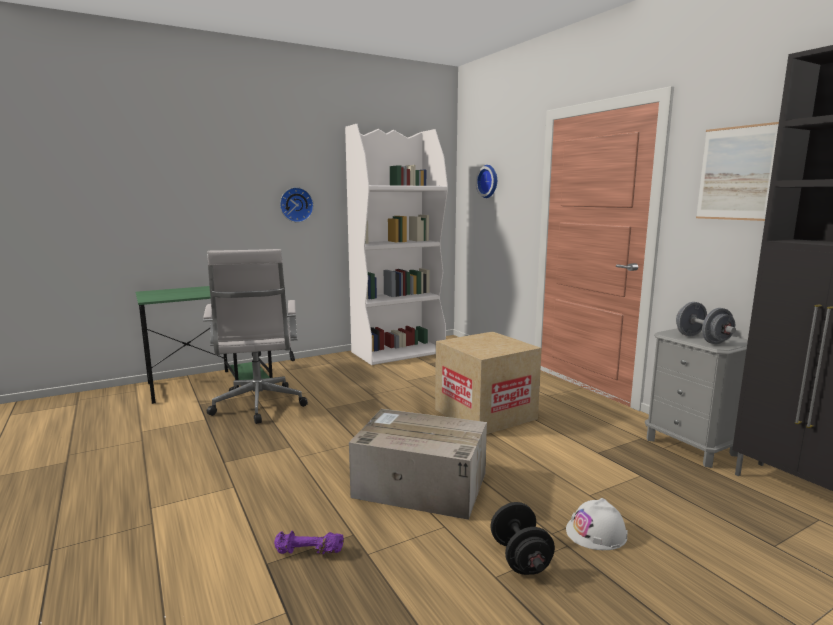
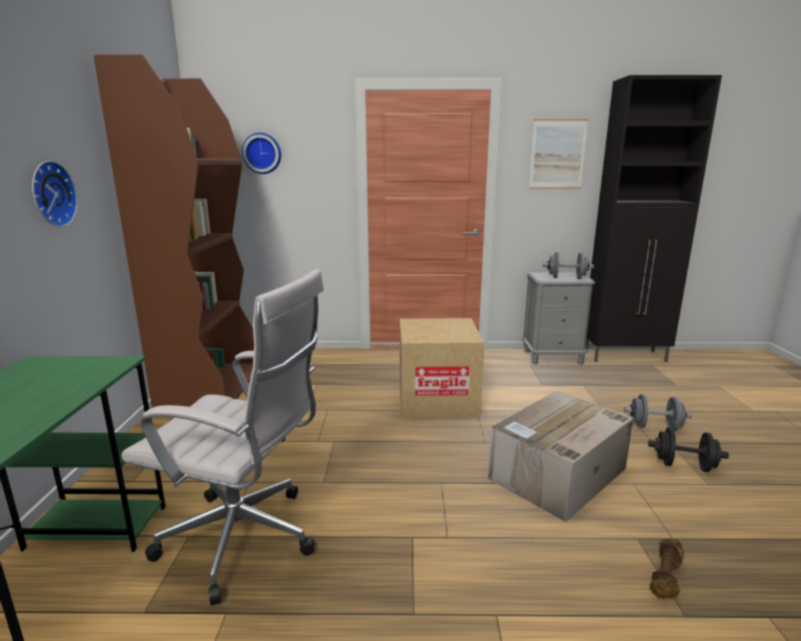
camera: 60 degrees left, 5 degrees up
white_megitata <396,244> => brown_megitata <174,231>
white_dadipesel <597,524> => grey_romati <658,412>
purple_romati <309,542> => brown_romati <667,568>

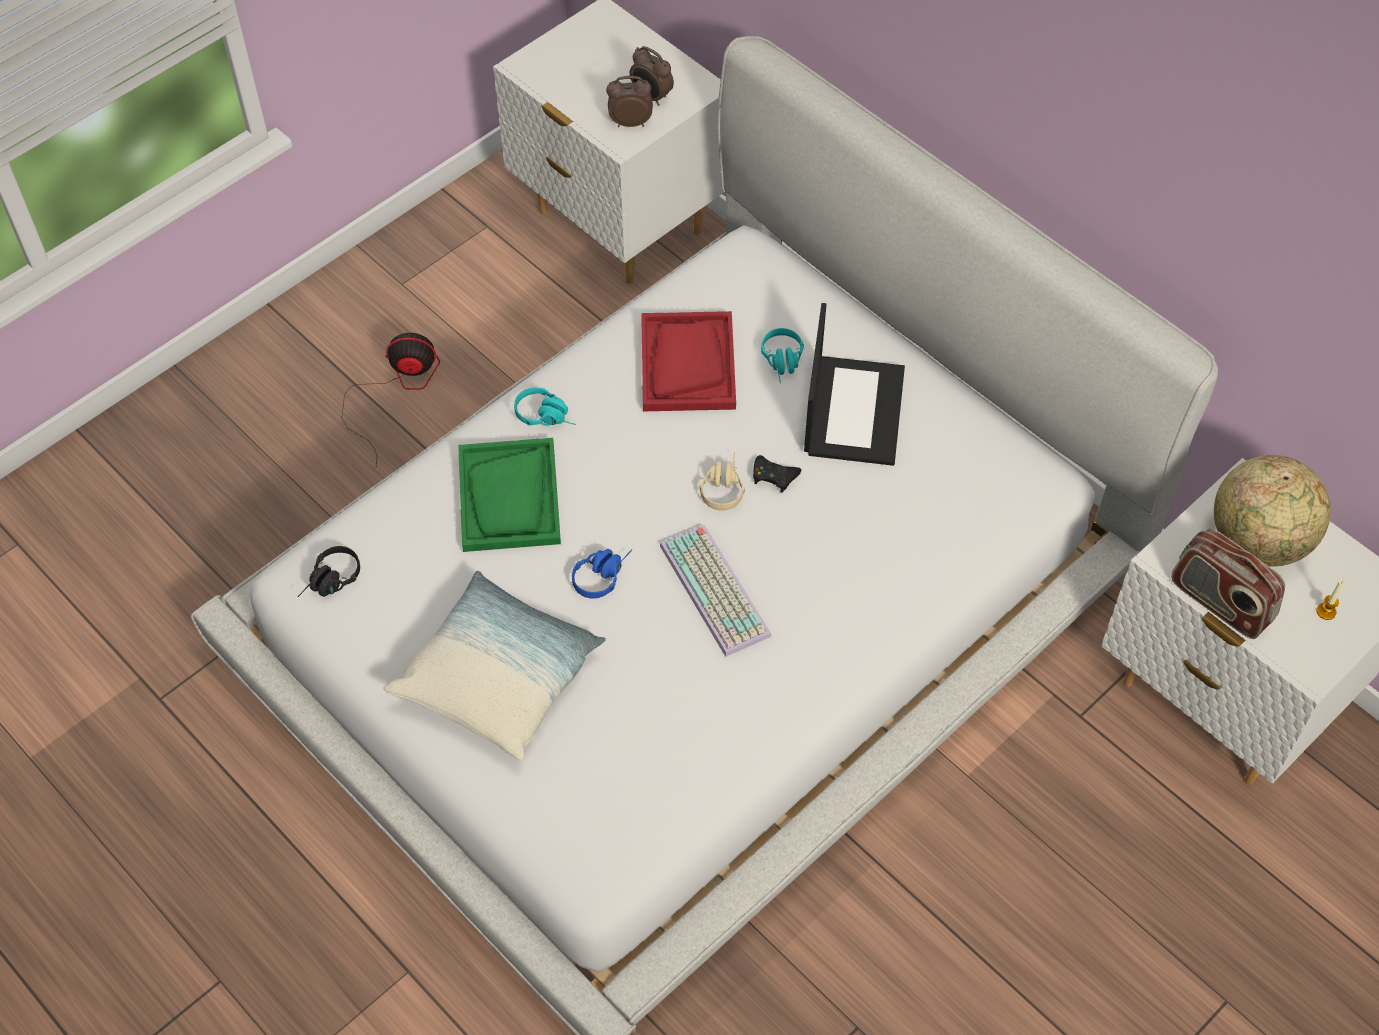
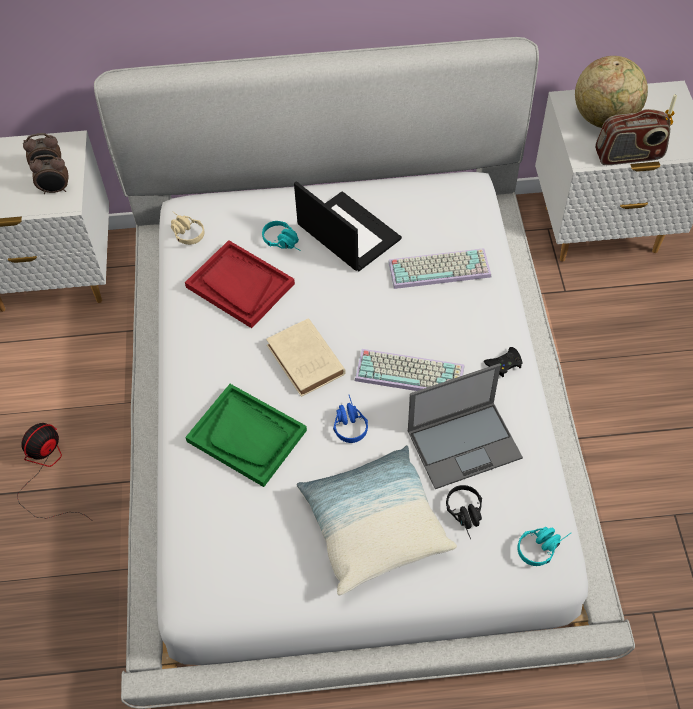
camera: 50 degrees left, 0 degrees up
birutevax <629,101> => birutevax <48,174>, 135 degrees counterclockwise
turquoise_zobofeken <545,407> => turquoise_zobofeken <544,546>, moved
beige_zobofeken <722,481> => beige_zobofeken <187,228>, moved
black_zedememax <777,474> => black_zedememax <503,362>, moved
black_zobofeken <329,571> => black_zobofeken <464,512>, moved
nothing => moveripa <439,268>
nothing => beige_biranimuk <306,358>
nothing => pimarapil <465,426>

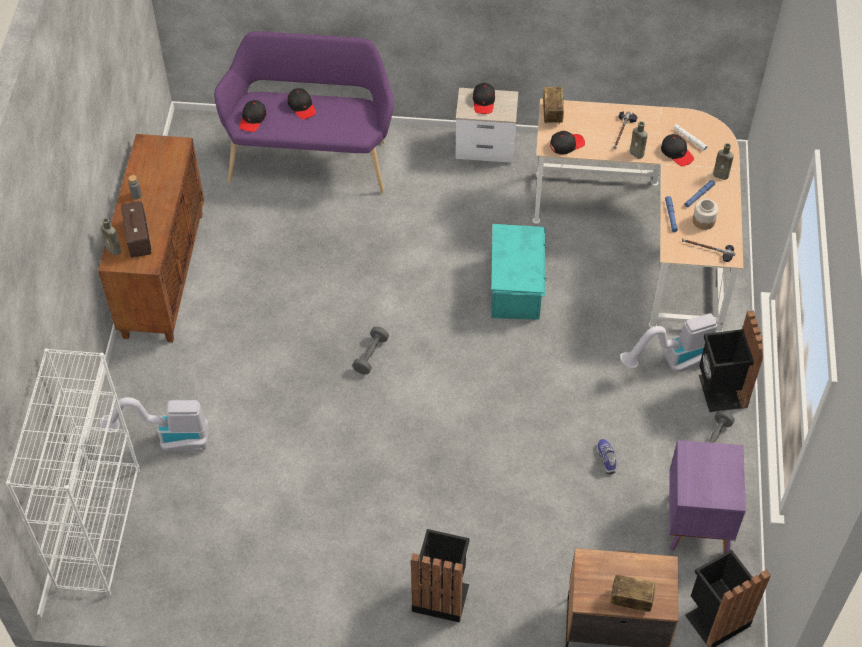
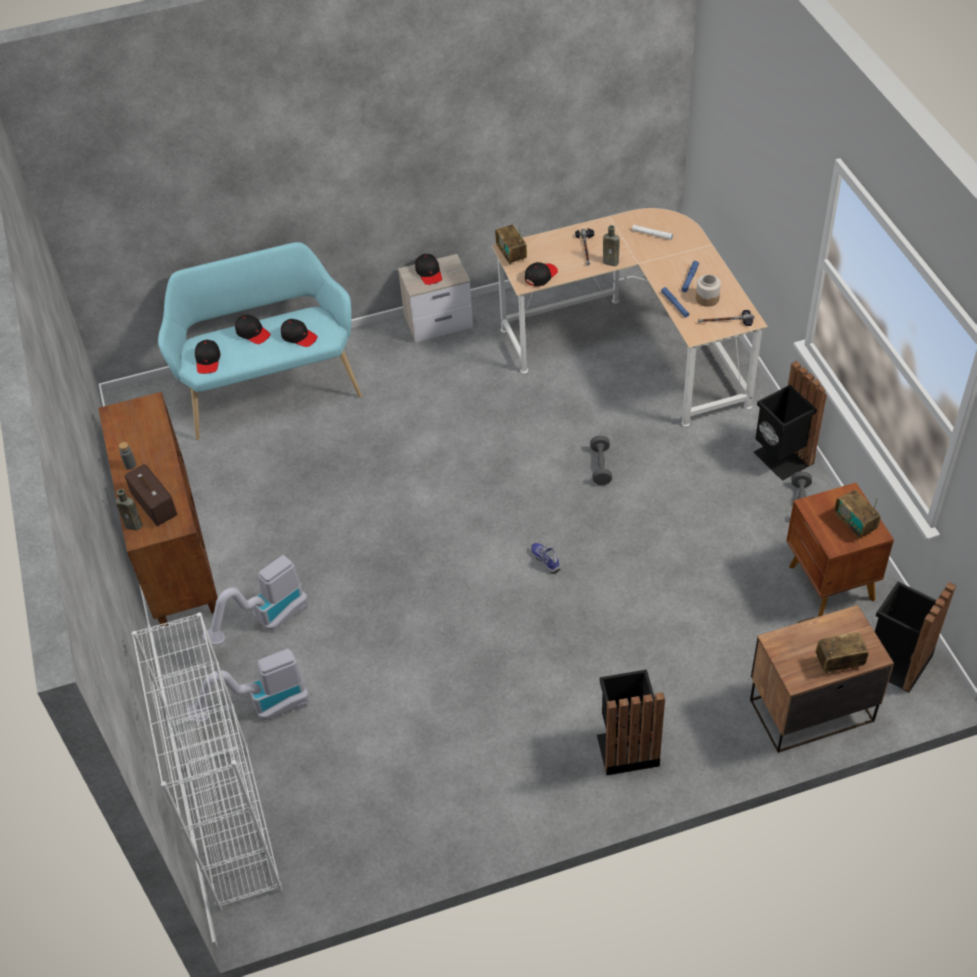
camera: 20 degrees left, 5 degrees down
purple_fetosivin <304,112> => turquoise_fetosivin <260,341>
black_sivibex <677,150> => black_sivibex <299,333>, moved
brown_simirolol <723,161> => nothing
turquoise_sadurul <518,272> => nothing
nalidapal <668,342> => nalidapal <255,600>, moved
grey_romati <370,351> => grey_romati <601,460>, moved
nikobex <607,456> => nikobex <545,558>, moved
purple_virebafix <707,496> => brown_virebafix <840,550>
nothing => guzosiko <857,514>

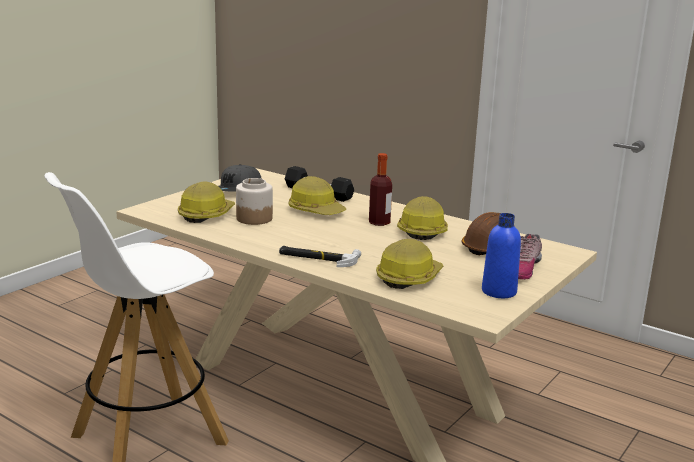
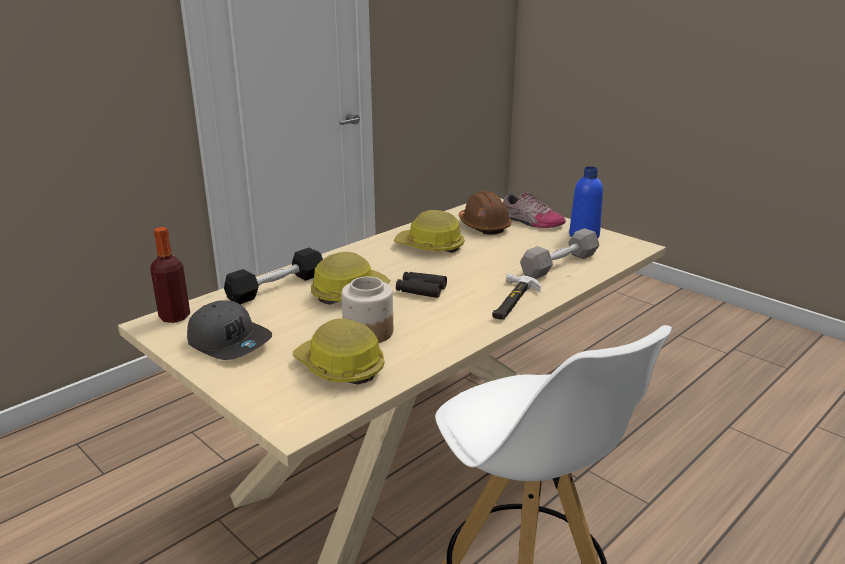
camera: 80 degrees left, 5 degrees up
simirolol <380,189> => simirolol <170,275>, moved
dadipesel <409,264> => grey_romati <560,253>
nothing => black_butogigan <421,285>

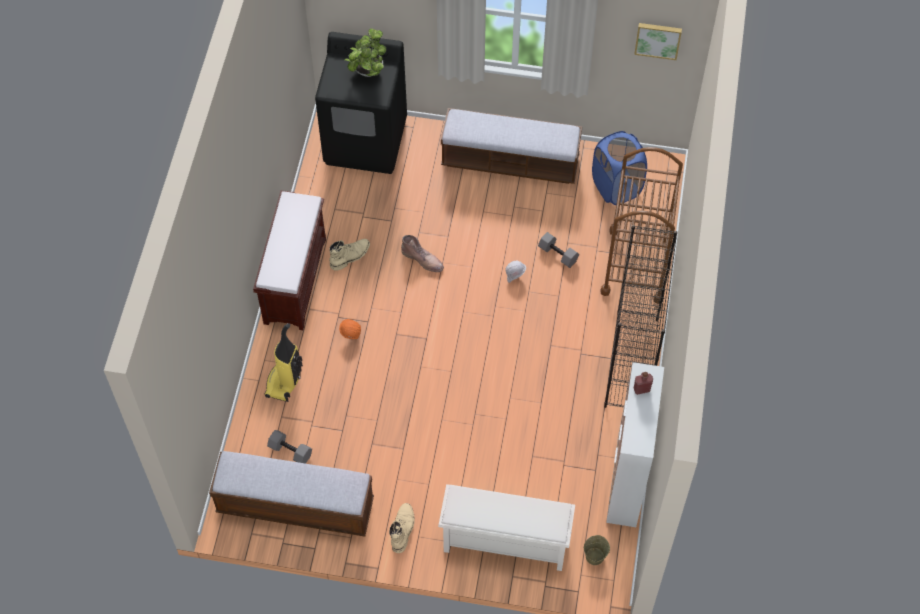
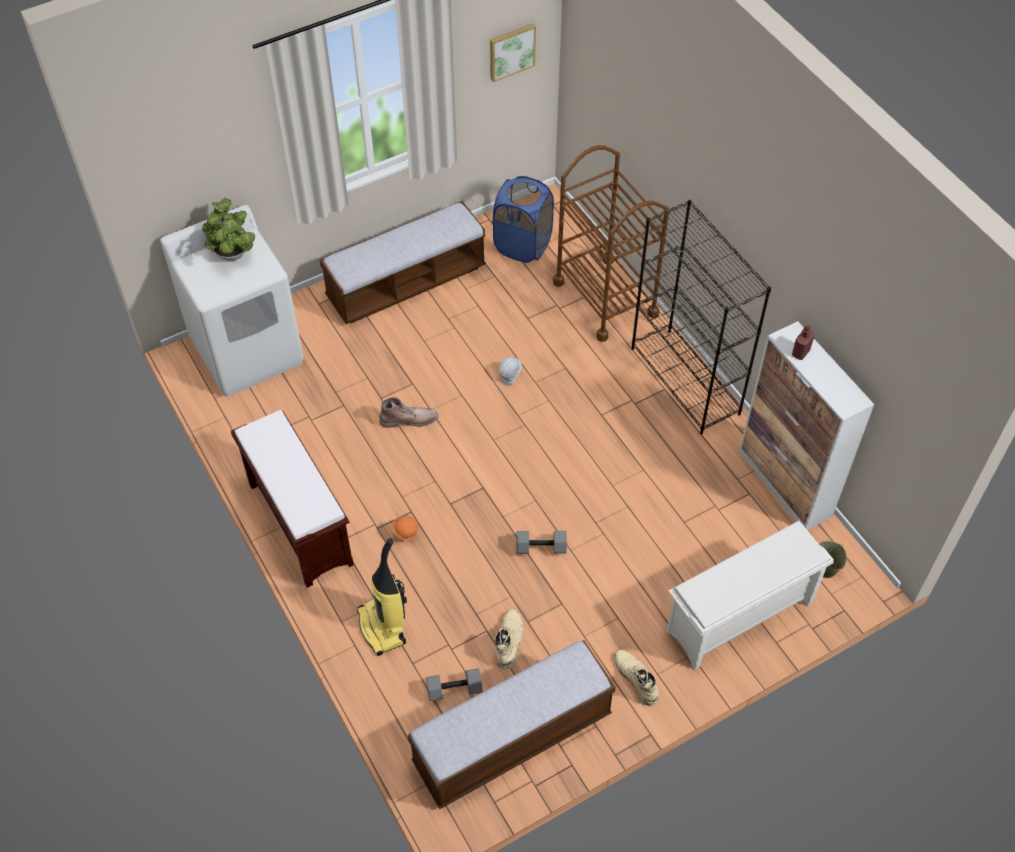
camera: 40 degrees left, 5 degrees down
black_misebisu <361,103> => white_misebisu <232,301>
grey_romati <558,250> => grey_romati <541,542>, moved
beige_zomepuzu <349,255> => beige_zomepuzu <509,639>, moved

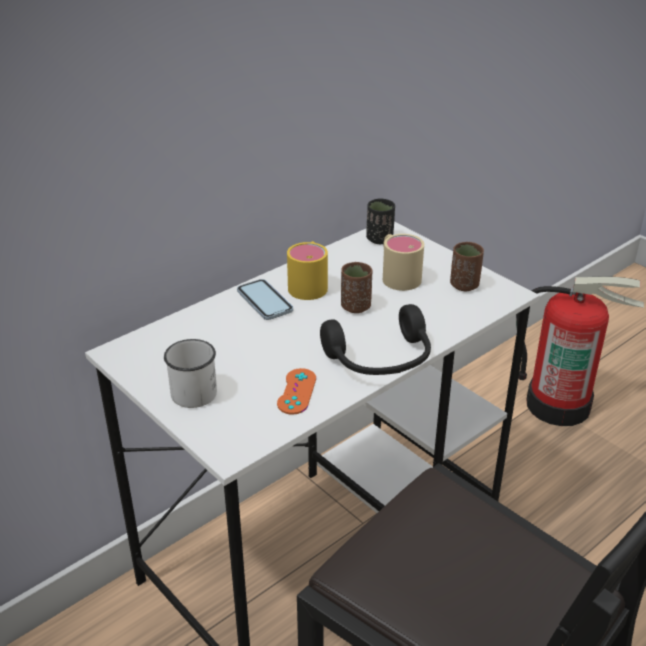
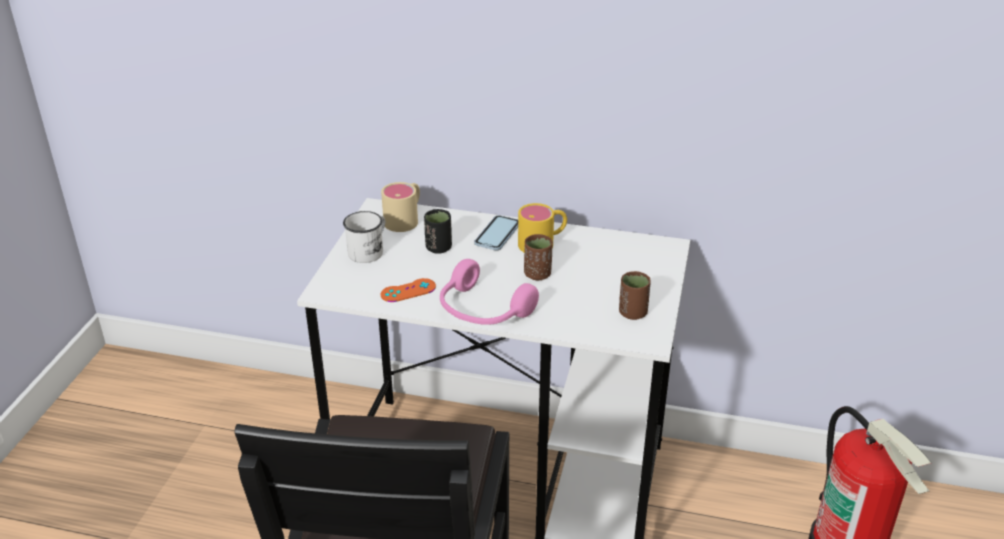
camera: 55 degrees right, 0 degrees up
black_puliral <380,221> => black_puliral <438,231>, moved
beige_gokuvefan <403,262> => beige_gokuvefan <400,207>, moved
black_zobofeken <375,339> => pink_zobofeken <489,292>

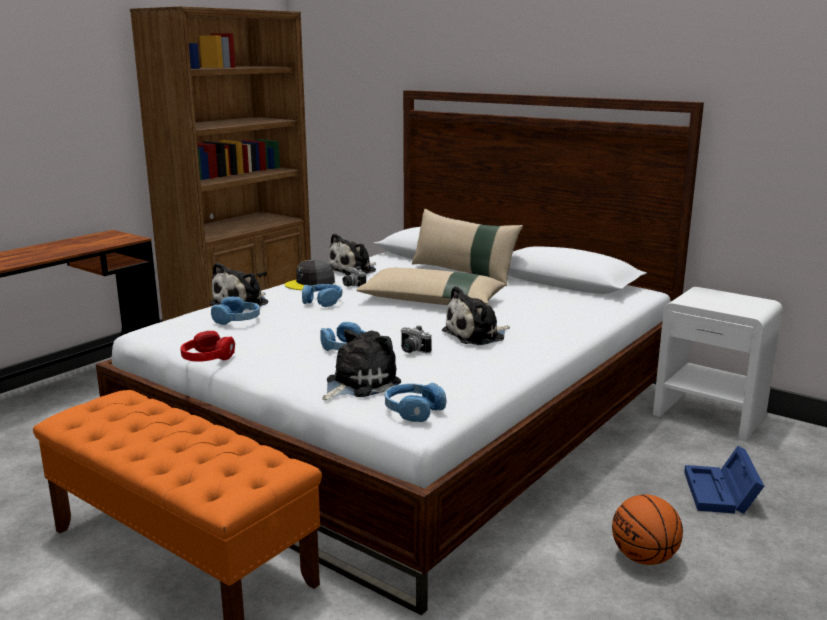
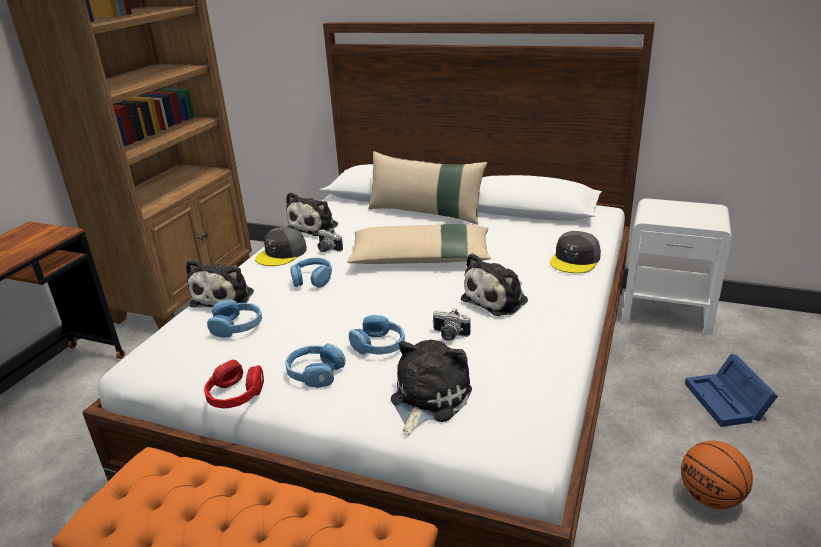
camera: 15 degrees left, 10 degrees up
blue_zobofeken <416,402> => blue_zobofeken <315,365>, moved
nothing => grey_sivibex <575,252>

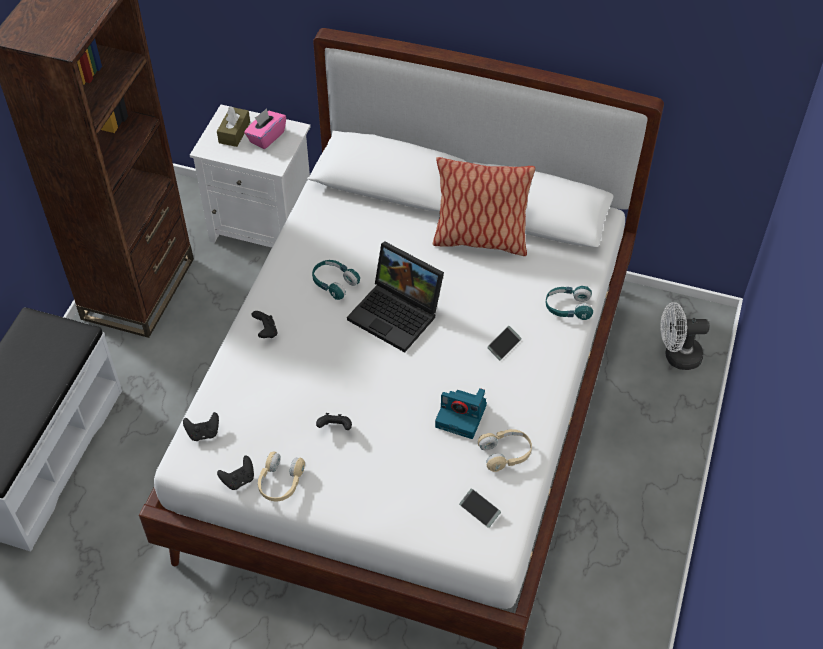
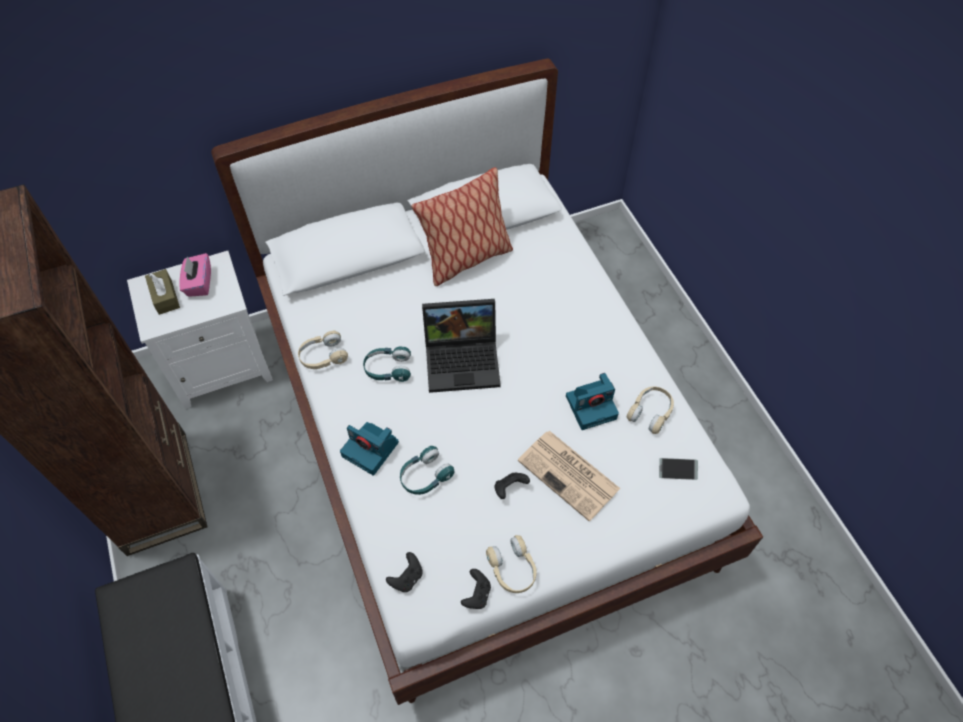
camera: 40 degrees left, 5 degrees up
turquoise_zobofeken <569,303> => turquoise_zobofeken <427,470>, moved
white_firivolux <685,336> => nothing
black_zedememax <264,324> => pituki <369,448>
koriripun <504,343> => nothing
nothing => beige_zobofeken <323,350>
nothing => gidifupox <569,476>

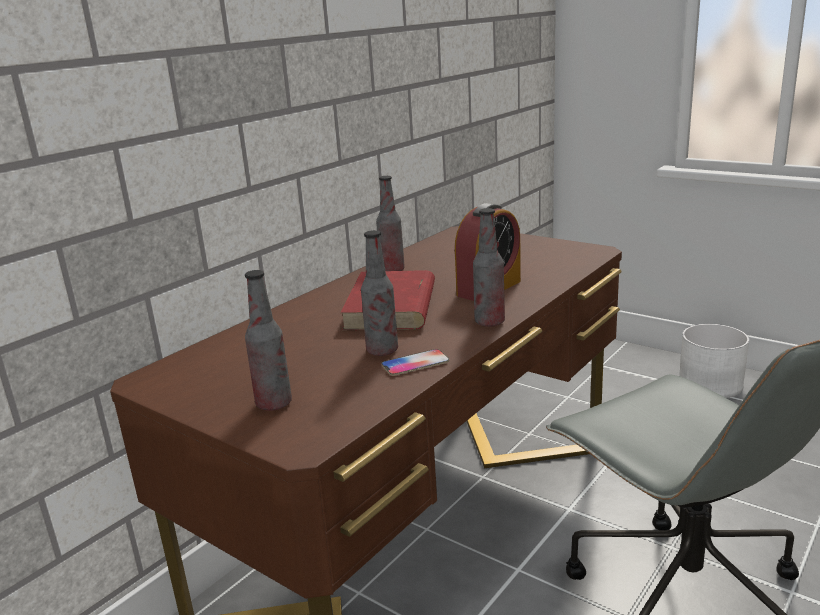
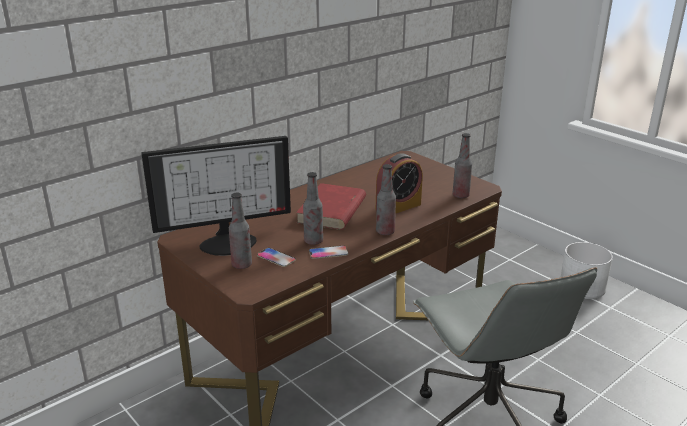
camera: 10 degrees right, 5 degrees up
simirolol <390,223> => simirolol <462,165>, moved
nothing => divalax <216,196>
nothing => koriripun <276,257>

